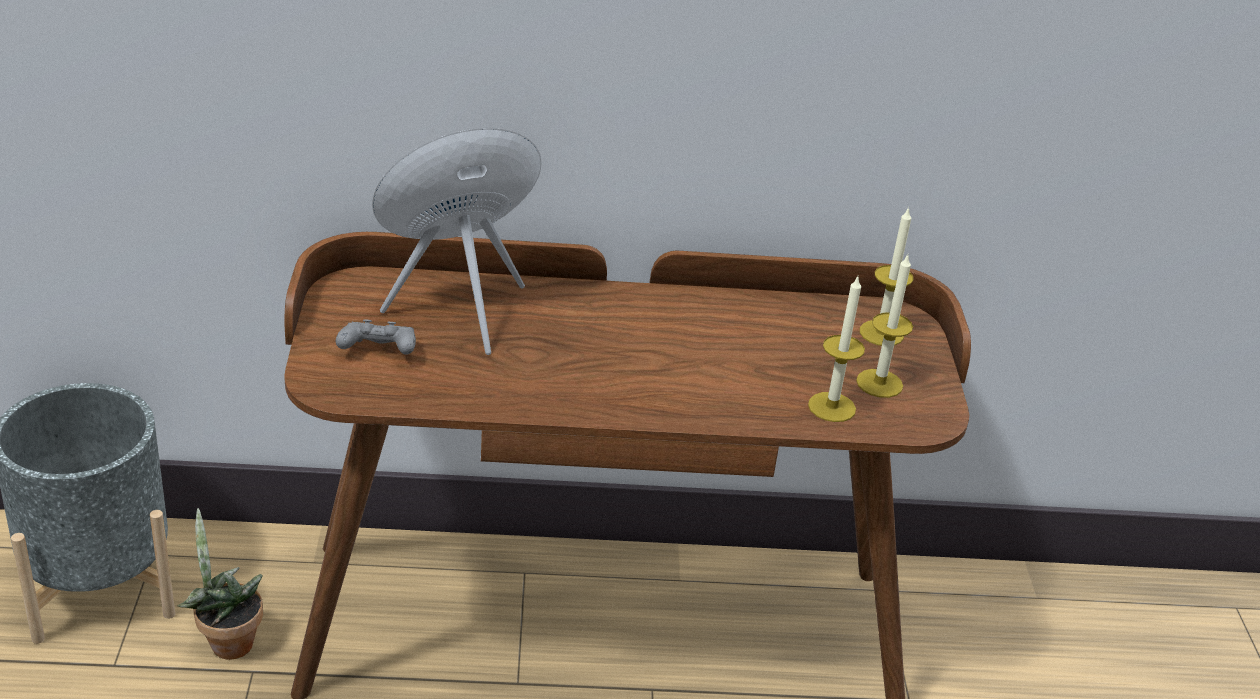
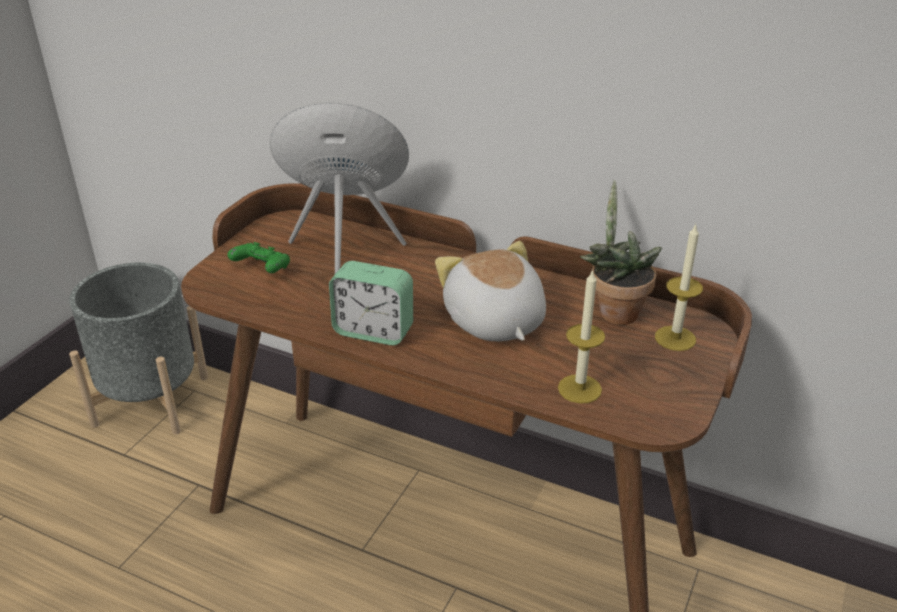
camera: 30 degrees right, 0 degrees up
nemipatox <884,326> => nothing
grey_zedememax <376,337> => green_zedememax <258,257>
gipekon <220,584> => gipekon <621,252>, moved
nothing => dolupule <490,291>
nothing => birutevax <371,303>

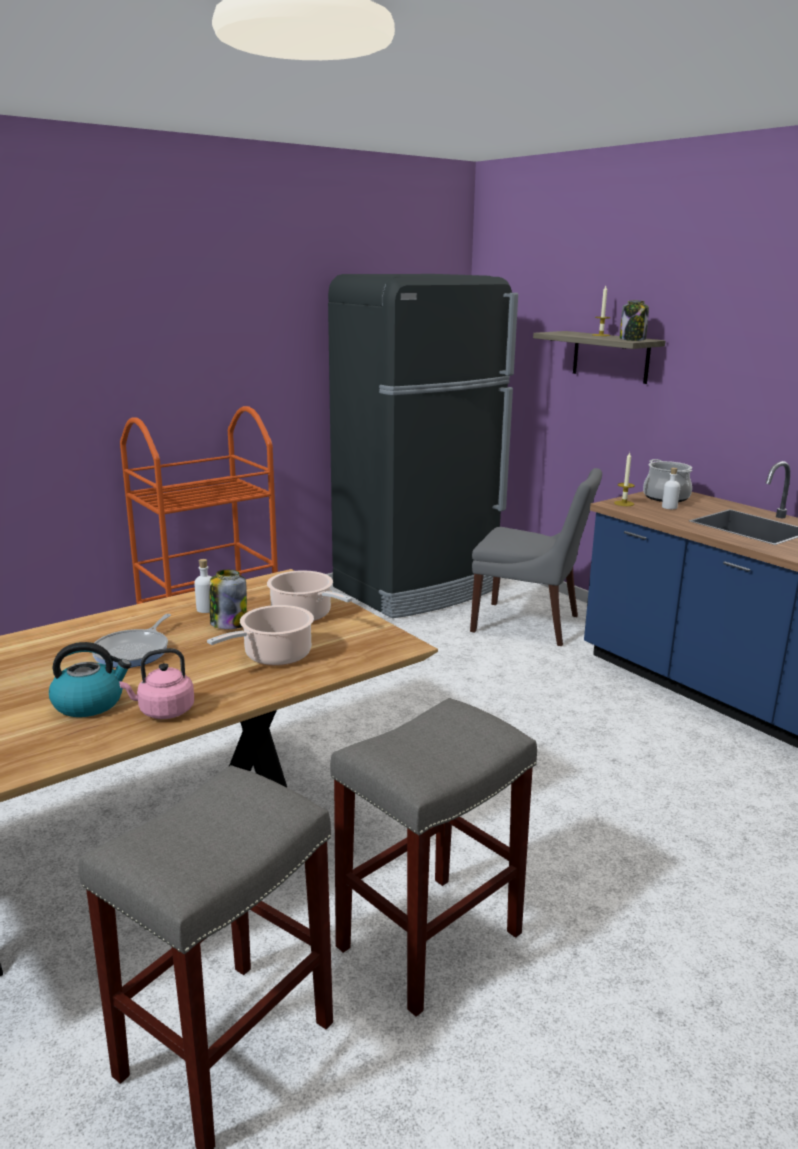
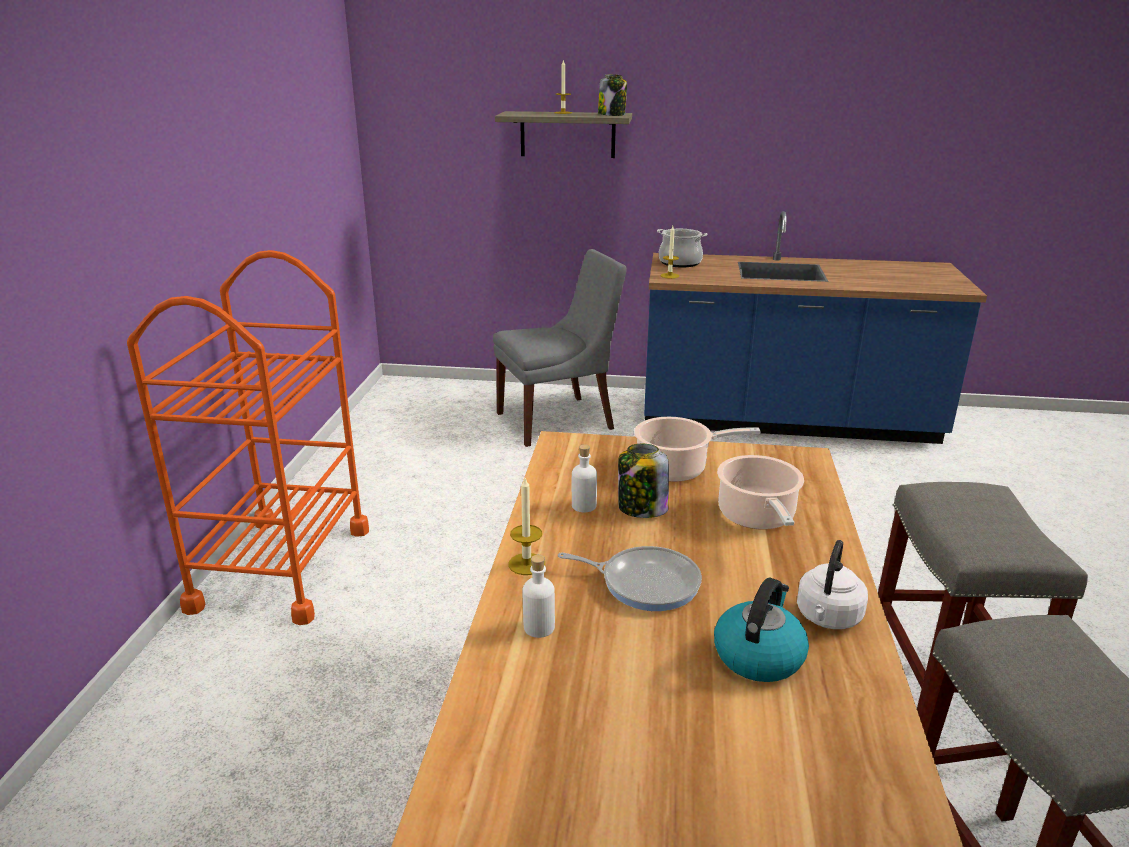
camera: 45 degrees left, 5 degrees up
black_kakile <423,446> => nothing
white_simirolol <671,488> => white_simirolol <539,596>, moved
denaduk <131,641> => denaduk <630,578>, 45 degrees counterclockwise
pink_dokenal <156,683> => white_dokenal <832,584>
nothing => nemipatox <526,526>

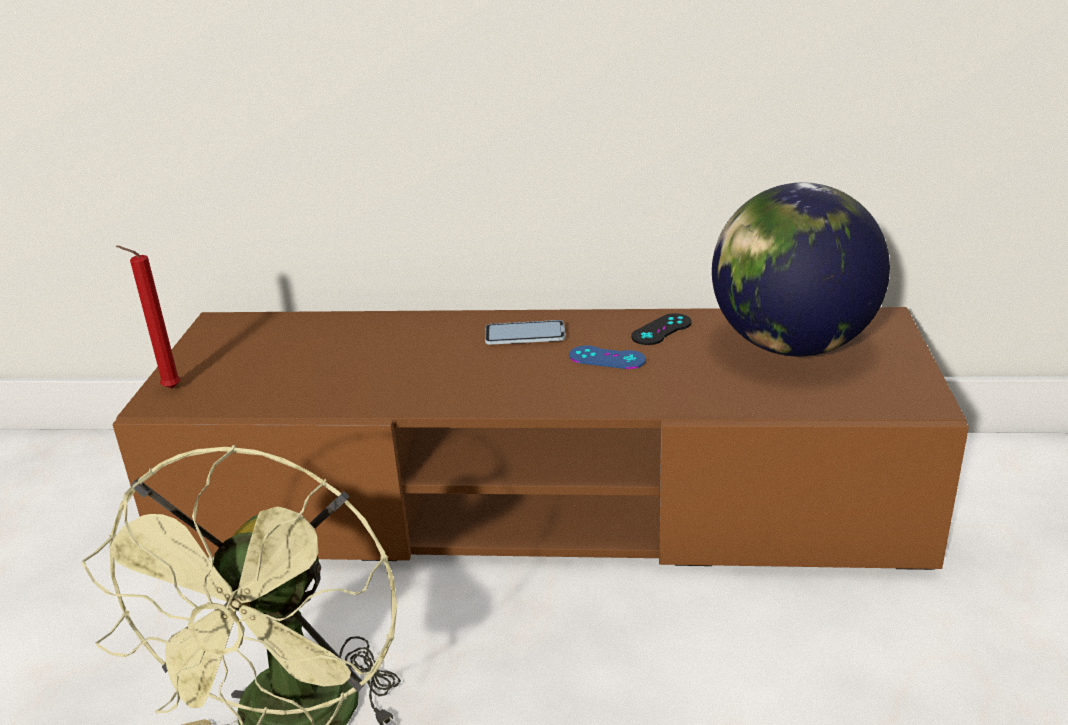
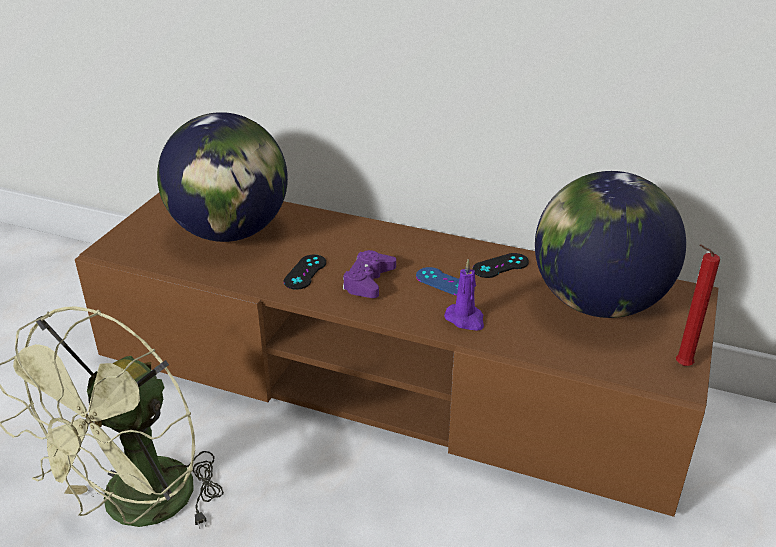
camera: 15 degrees right, 5 degrees up
red_nemipatox <148,317> => red_nemipatox <698,305>, moved
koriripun <525,332> => nothing
nothing => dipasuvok <222,177>
nothing => purple_zedememax <369,274>
nothing => black_zedememax <305,272>
nothing => purple_nemipatox <464,295>

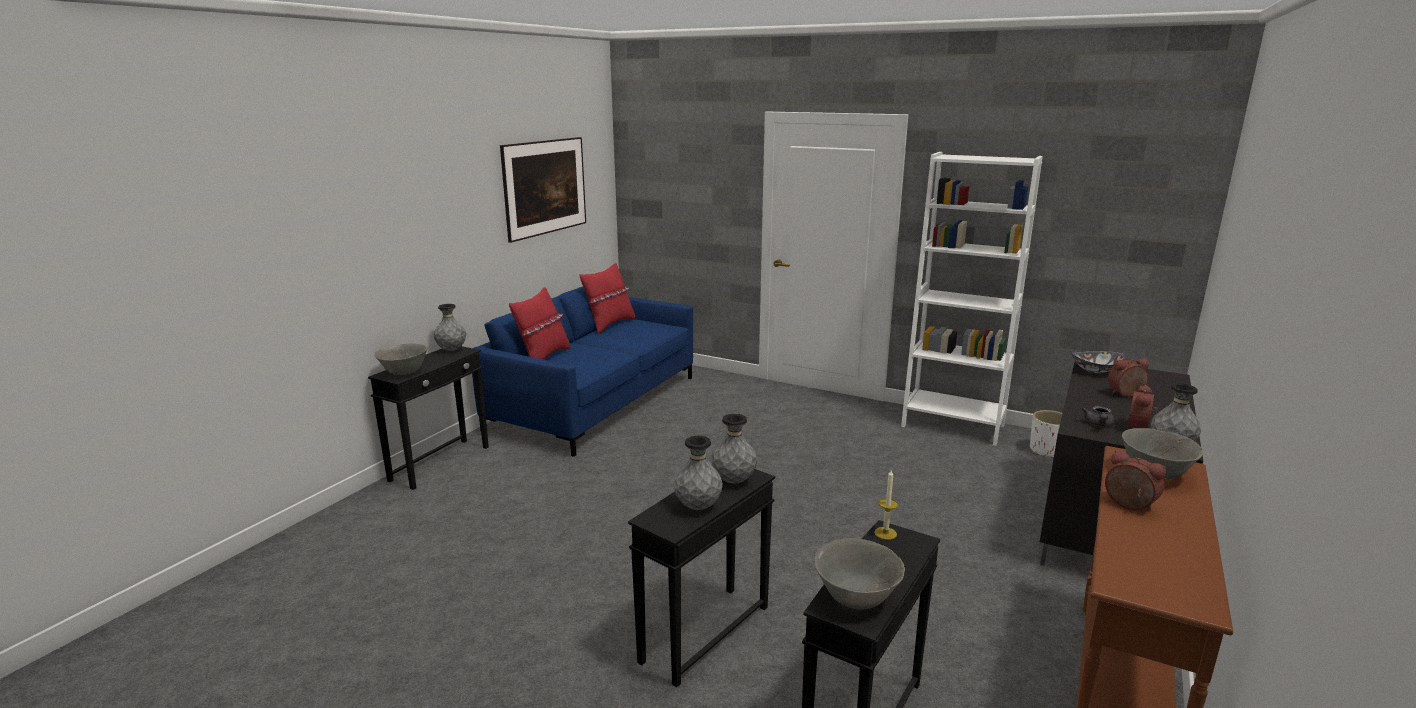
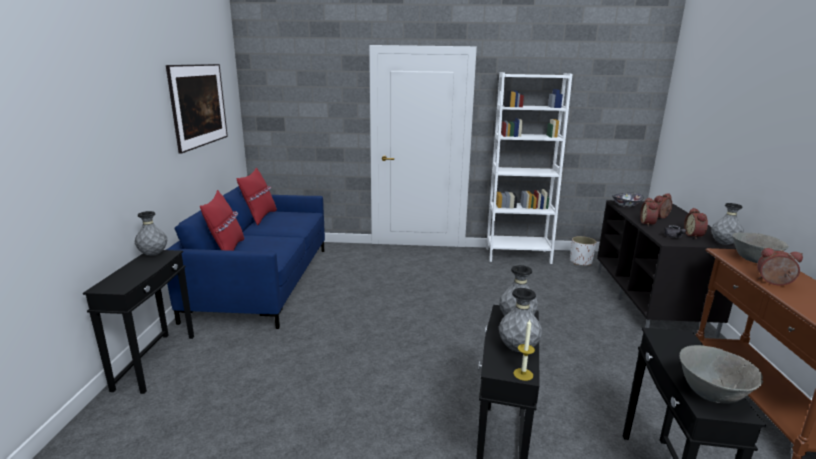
camera: 25 degrees left, 0 degrees up
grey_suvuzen <400,359> => nothing
nemipatox <886,504> => nemipatox <524,350>, moved
nothing => birutevax <649,212>

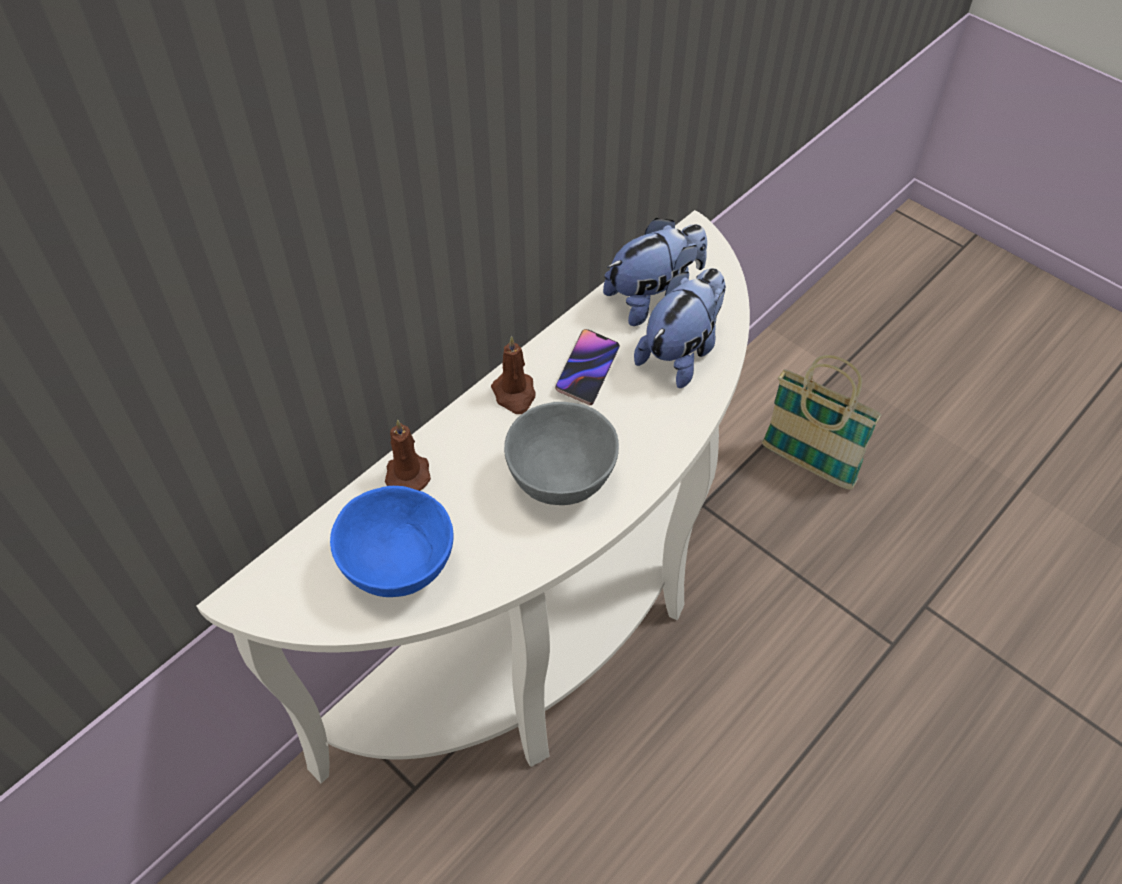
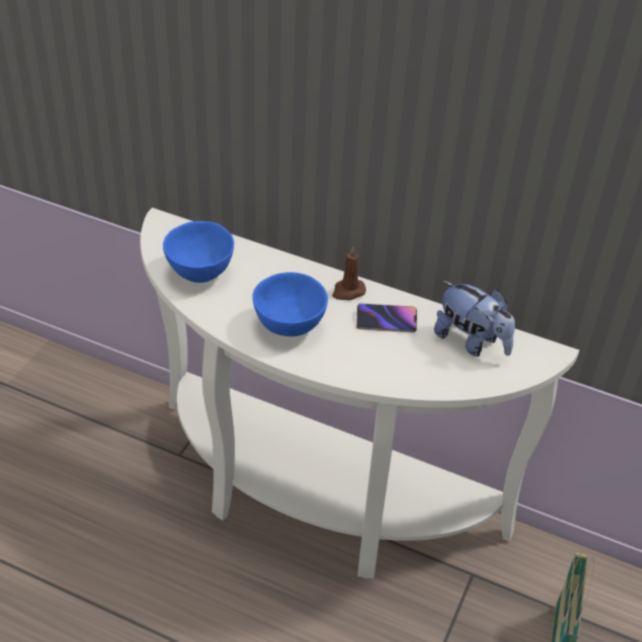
camera: 70 degrees right, 10 degrees down
dolupule <680,328> => nothing
grey_suvuzen <561,453> => blue_suvuzen <290,304>
brown_nemipatox <408,455> => nothing

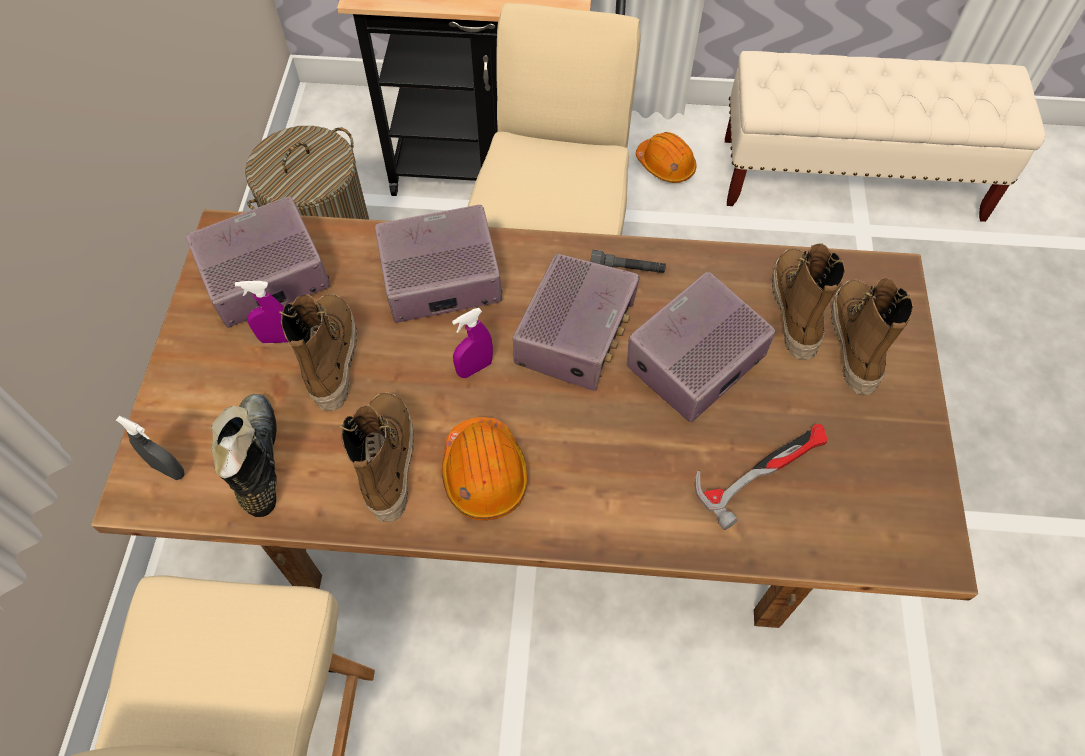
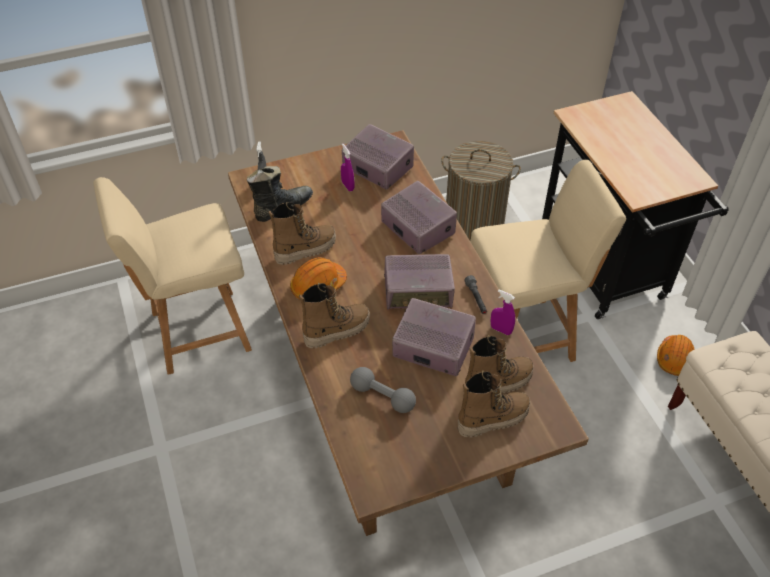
camera: 65 degrees right, 10 degrees down
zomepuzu <318,352> => zomepuzu <334,315>, moved
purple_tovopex <472,343> => purple_tovopex <503,312>, moved
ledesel <761,477> => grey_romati <383,390>

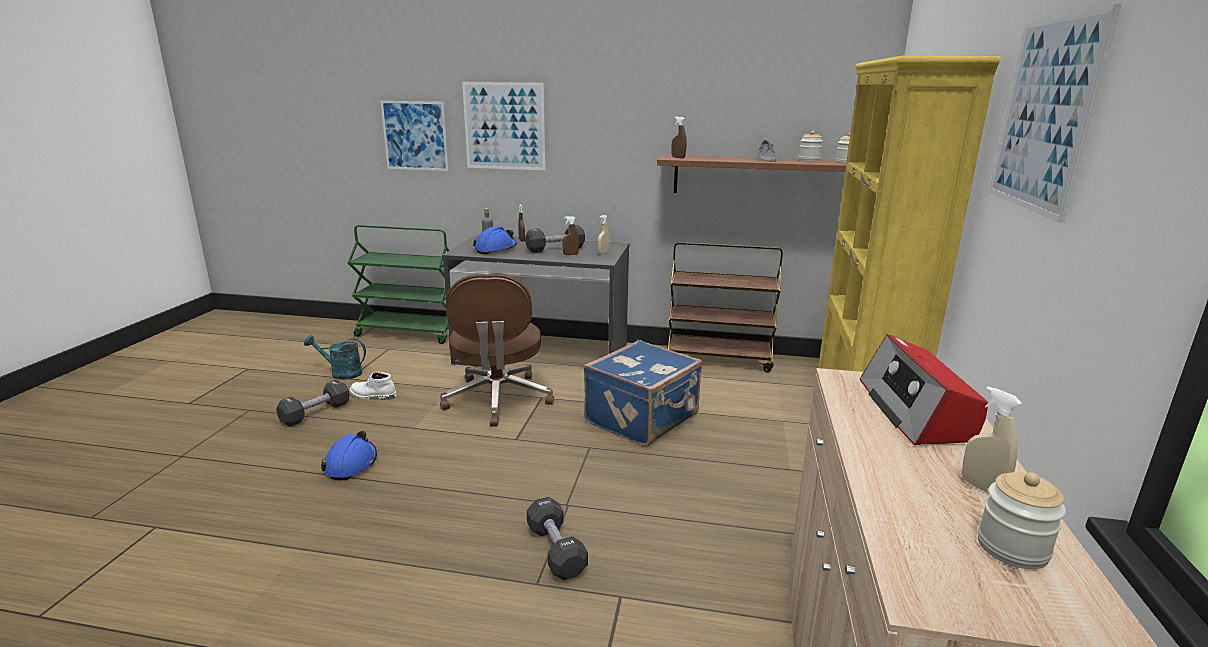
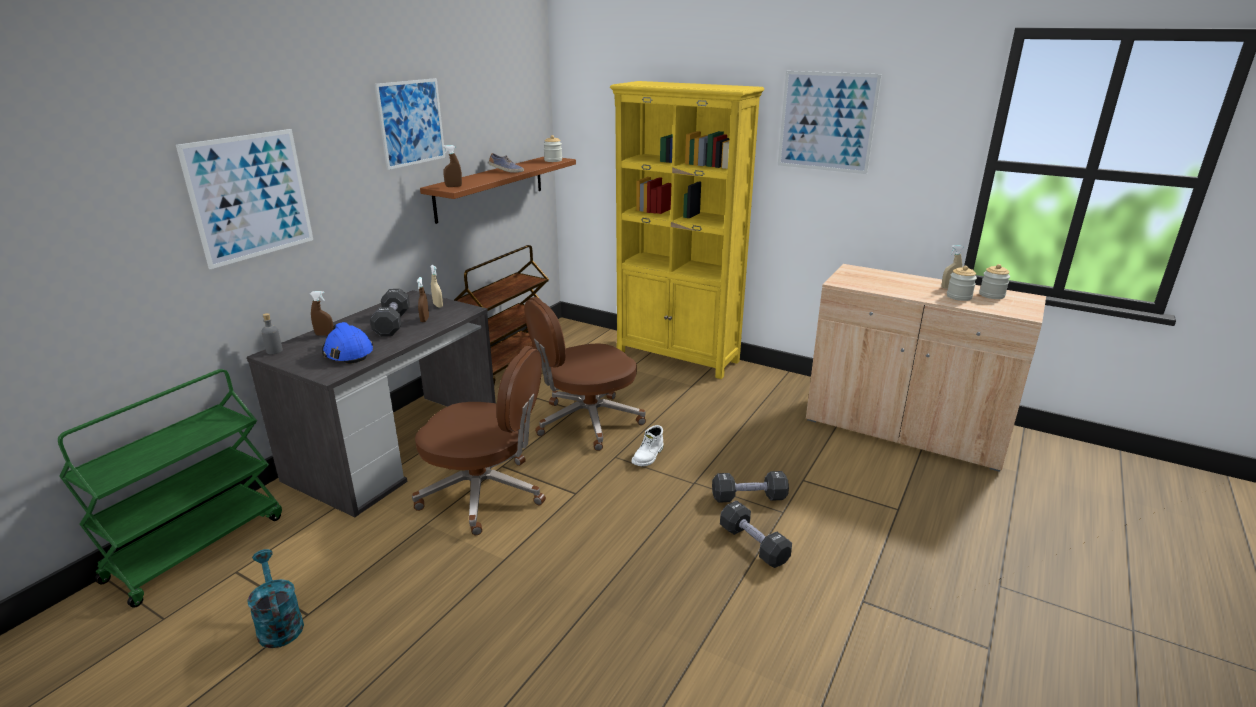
camera: 70 degrees left, 5 degrees up
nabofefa <415,136> => nabofefa <410,124>, moved
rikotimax <811,146> => rikotimax <962,283>, moved
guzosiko <924,389> => nothing
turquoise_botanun <335,357> => turquoise_botanun <275,598>, 120 degrees clockwise
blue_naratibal <642,393> => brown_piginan <585,374>
white_zomepuzu <373,386> => white_zomepuzu <648,445>, moved
black_romati <313,403> => black_romati <756,534>, moved
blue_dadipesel <349,455> => nothing

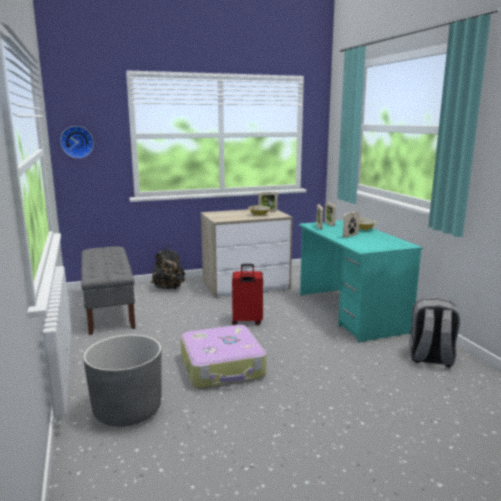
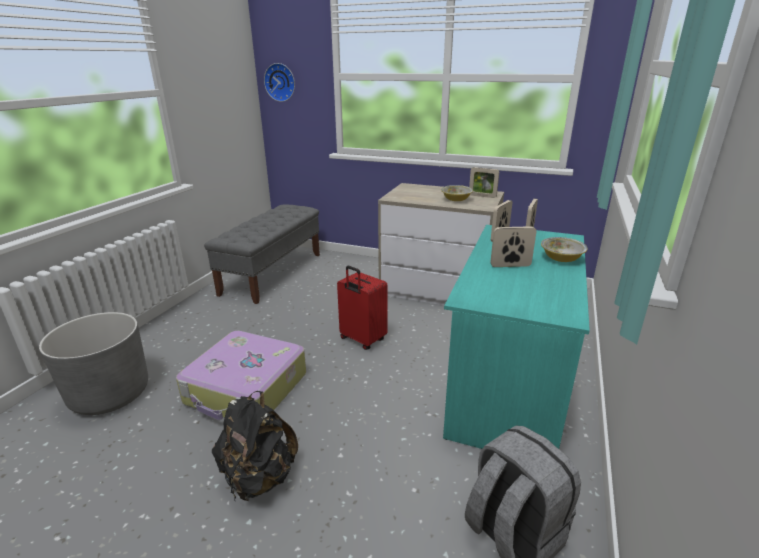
camera: 40 degrees right, 10 degrees up
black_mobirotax <167,268> => black_mobirotax <255,446>, moved

